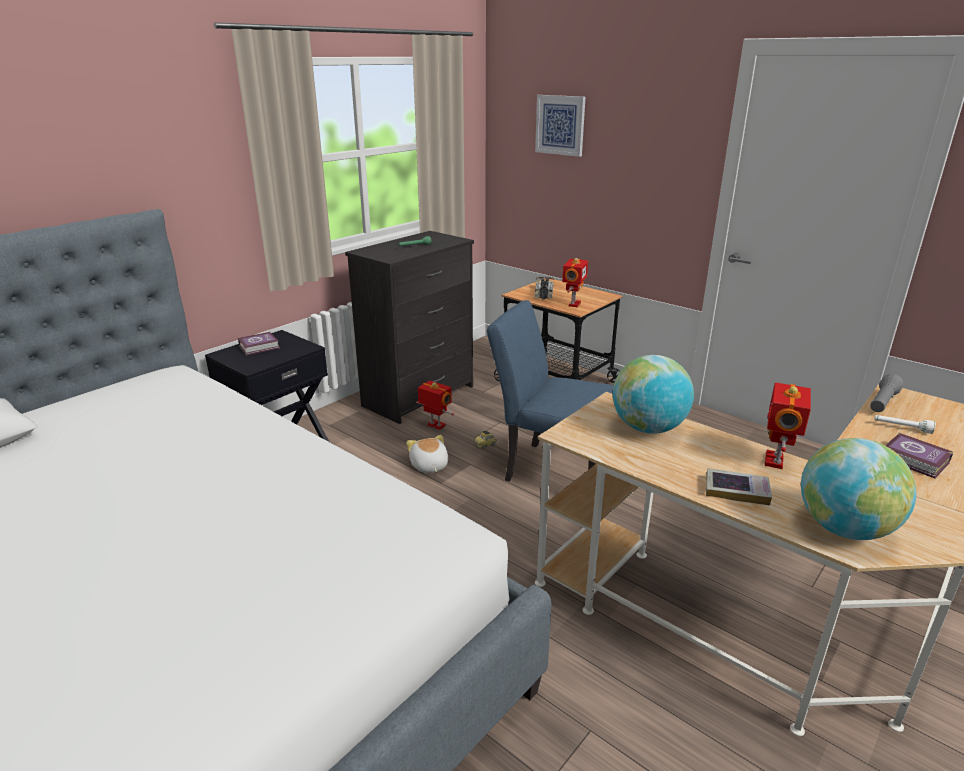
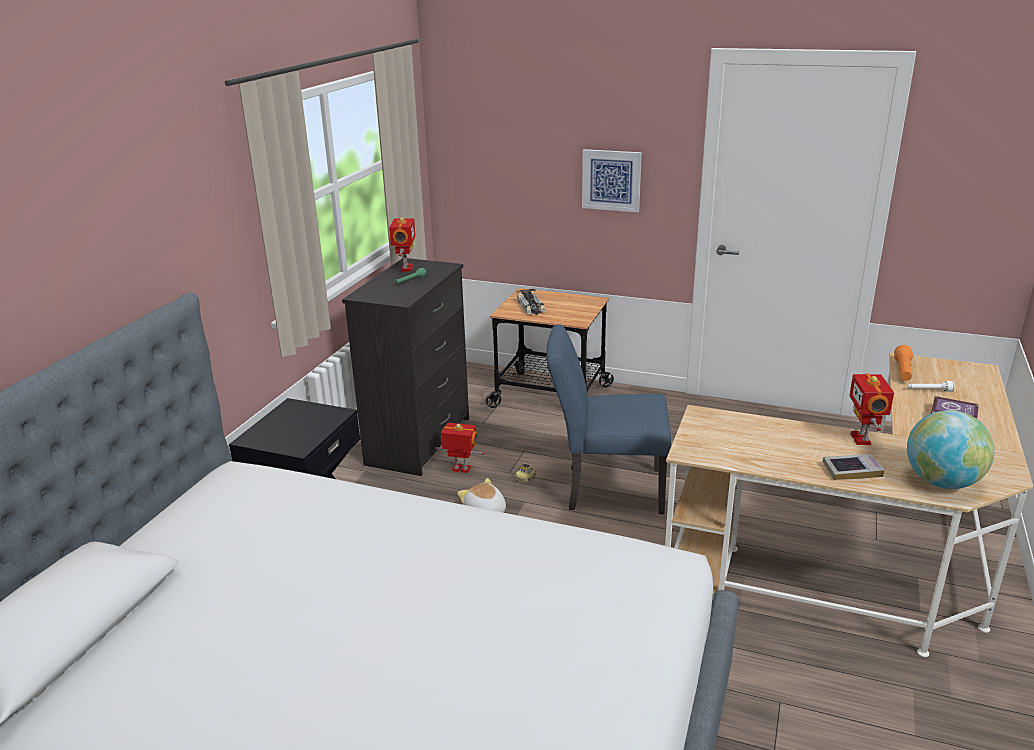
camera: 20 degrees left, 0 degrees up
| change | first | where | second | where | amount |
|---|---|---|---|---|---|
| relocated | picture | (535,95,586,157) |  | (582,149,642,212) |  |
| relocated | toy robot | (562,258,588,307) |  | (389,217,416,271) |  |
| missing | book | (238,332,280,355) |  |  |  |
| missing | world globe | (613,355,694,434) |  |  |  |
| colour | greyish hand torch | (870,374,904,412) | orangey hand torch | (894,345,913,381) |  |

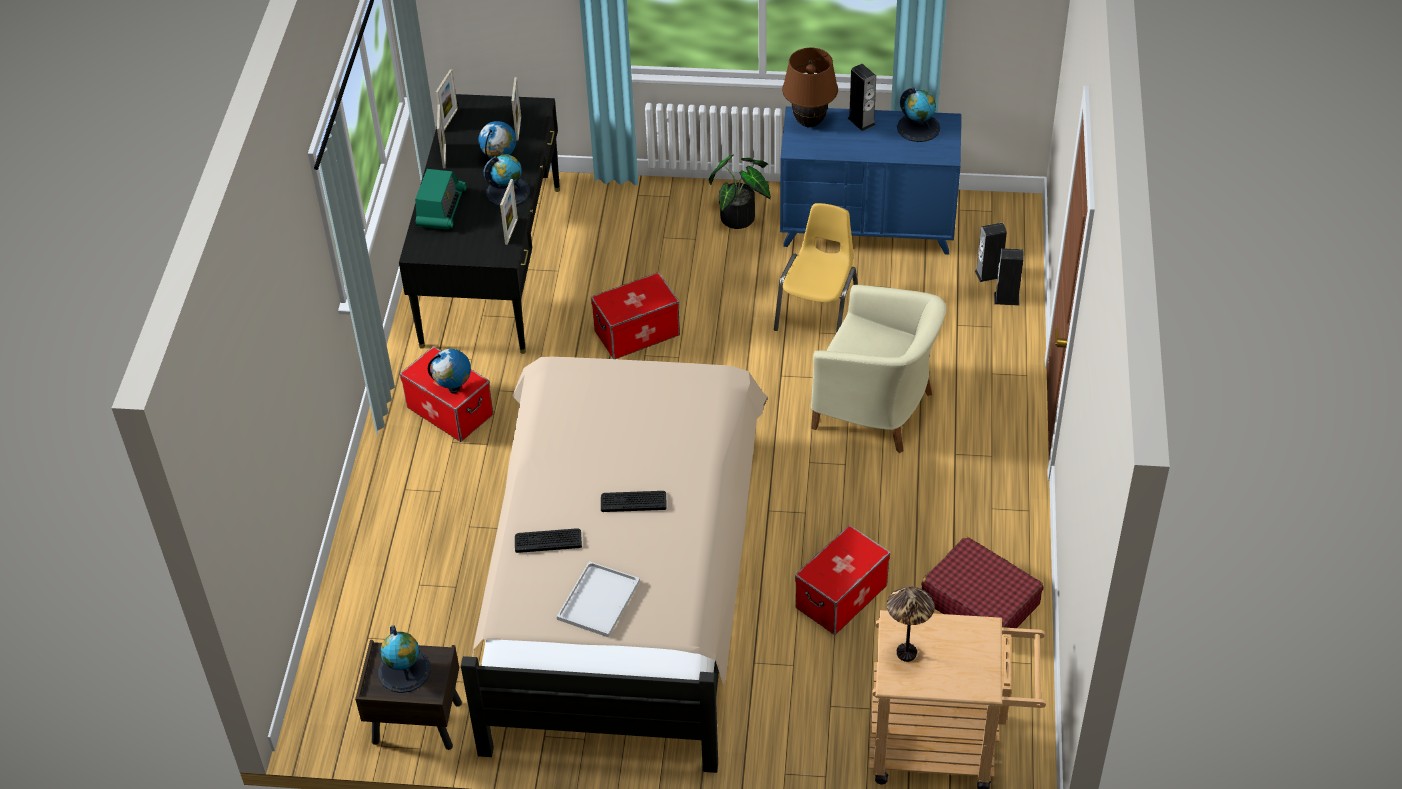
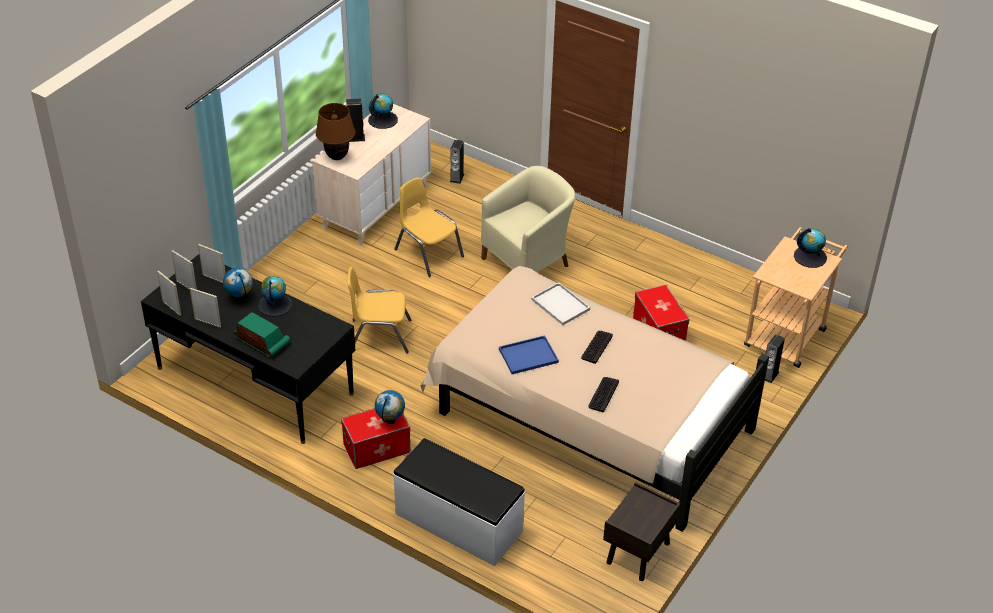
camera: 65 degrees left, 5 degrees down
| change | first | where | second | where | amount |
|---|---|---|---|---|---|
| colour | blue-coloured chest of drawers | (780,106,961,255) | beige chest of drawers | (312,104,431,246) |  |
| missing | houseplant | (709,155,771,229) |  |  |  |
| relocated | standing frame | (500,179,518,245) |  | (171,250,197,290) |  |
| relocated | speaker | (994,248,1024,306) |  | (765,334,785,383) |  |
| exchanged | storage box | (591,272,680,359) | yellowish upright chair | (347,267,411,354) |  |
| missing | red travel case | (921,536,1044,628) |  |  |  |
| relocated | white serving tray | (557,561,640,638) |  | (531,282,590,325) |  |
| missing | tabletop lamp | (887,587,935,662) |  |  |  |
| relocated | world globe | (378,625,431,693) |  | (794,228,827,268) |  |
| appeared |  |  | blue-coloured serving tray | (499,335,559,374) |  |
| appeared |  |  | white long seat | (393,438,525,566) |  |

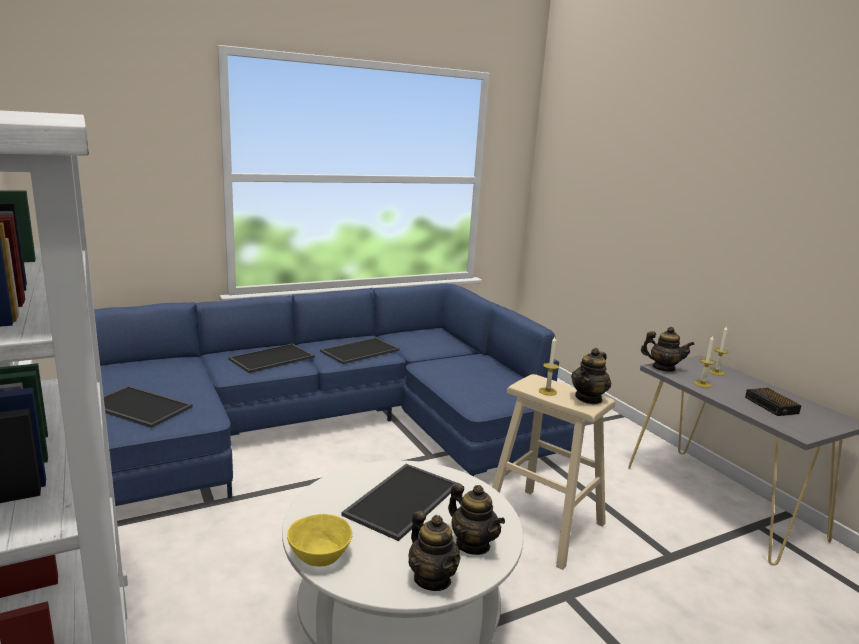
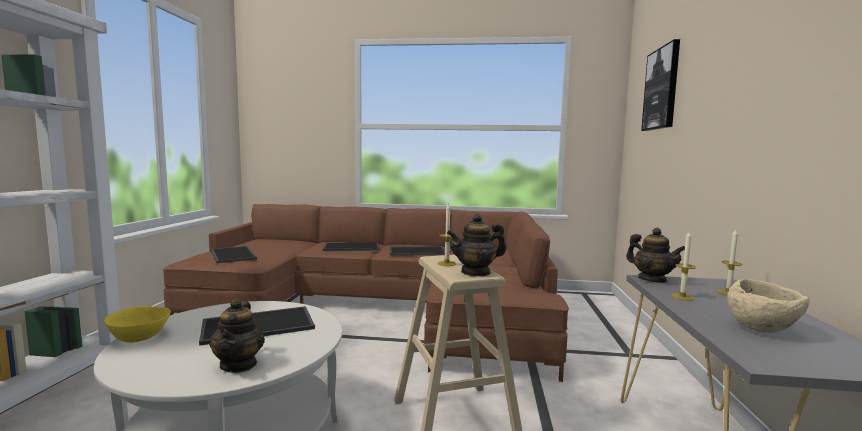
camera: 35 degrees right, 10 degrees down
| change | first | where | second | where | amount |
|---|---|---|---|---|---|
| colour | blue-coloured sofa | (94,284,575,506) | brown sofa | (163,204,569,382) |  |
| exchanged | bedside clock | (745,388,802,416) | beige serving bowl | (727,279,809,333) |  |
| missing | teapot | (408,511,461,591) |  |  |  |
| appeared |  |  | picture | (641,39,680,131) |  |

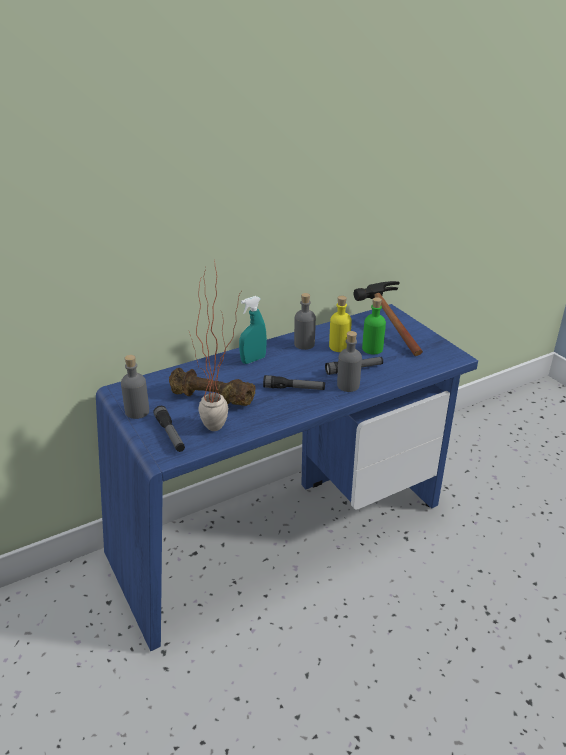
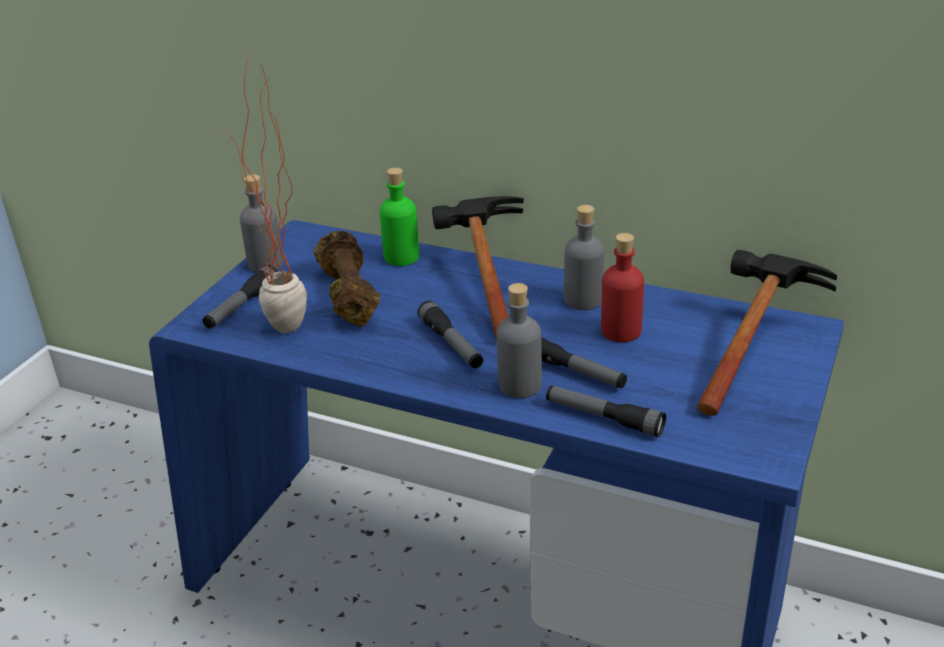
camera: 55 degrees right, 0 degrees up
| change | first | where | second | where | amount |
|---|---|---|---|---|---|
| exchanged | turquoise-coloured spray bottle | (239,296,267,364) | hand hammer | (432,196,524,341) |  |
| colour | yellowish drink bottle | (329,296,352,352) | red drink bottle | (601,233,644,342) |  |
| relocated | greenish drink bottle | (362,297,386,354) |  | (380,168,419,266) |  |
| appeared |  |  | hand torch | (546,386,666,437) |  |

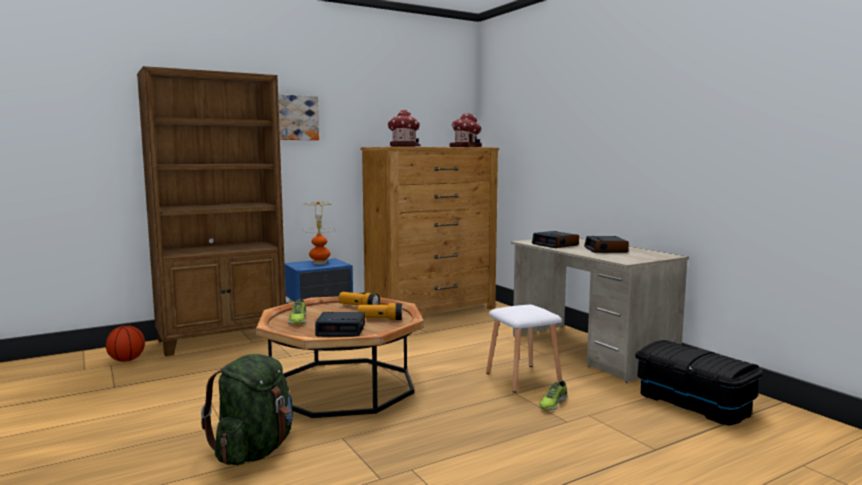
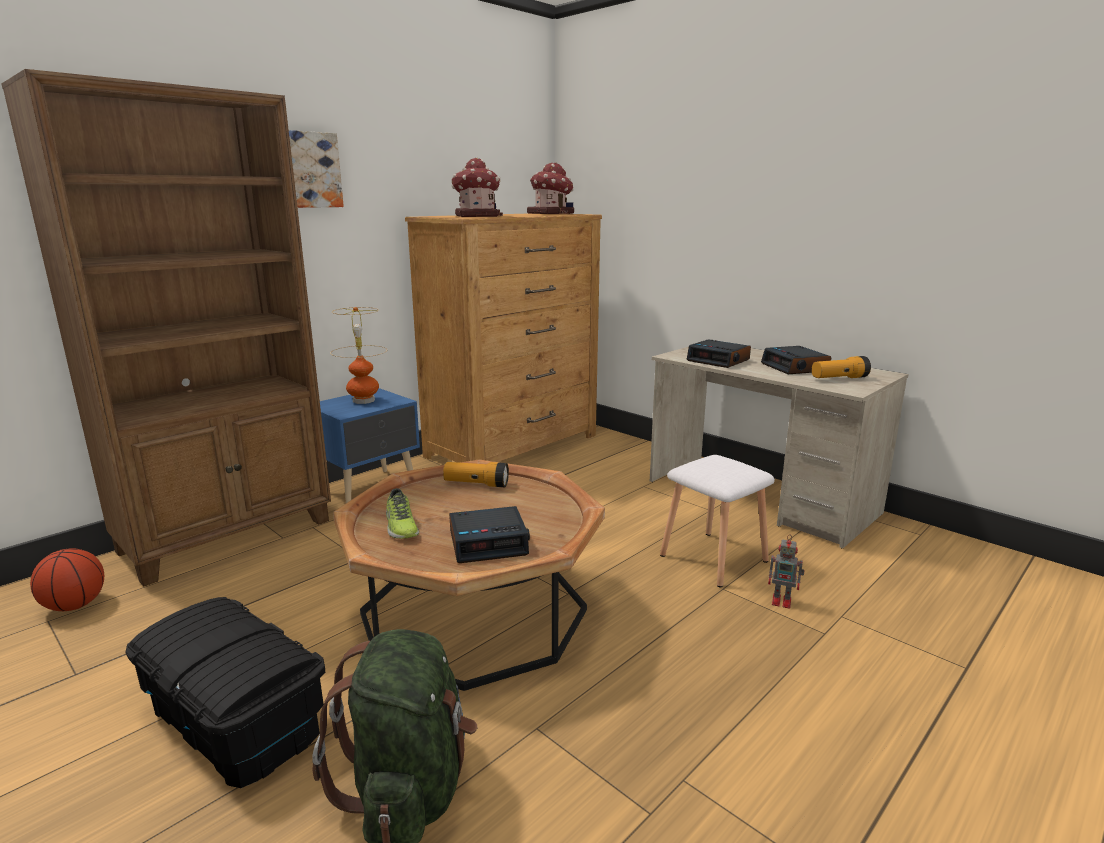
camera: 15 degrees left, 10 degrees up
| change | first | where | second | where | amount |
|---|---|---|---|---|---|
| relocated | hand torch | (358,303,402,320) |  | (812,356,871,378) |  |
| relocated | black storage box | (636,340,763,426) |  | (125,597,325,788) |  |
| exchanged | item of footwear | (539,381,568,410) | toy robot | (768,535,805,609) |  |

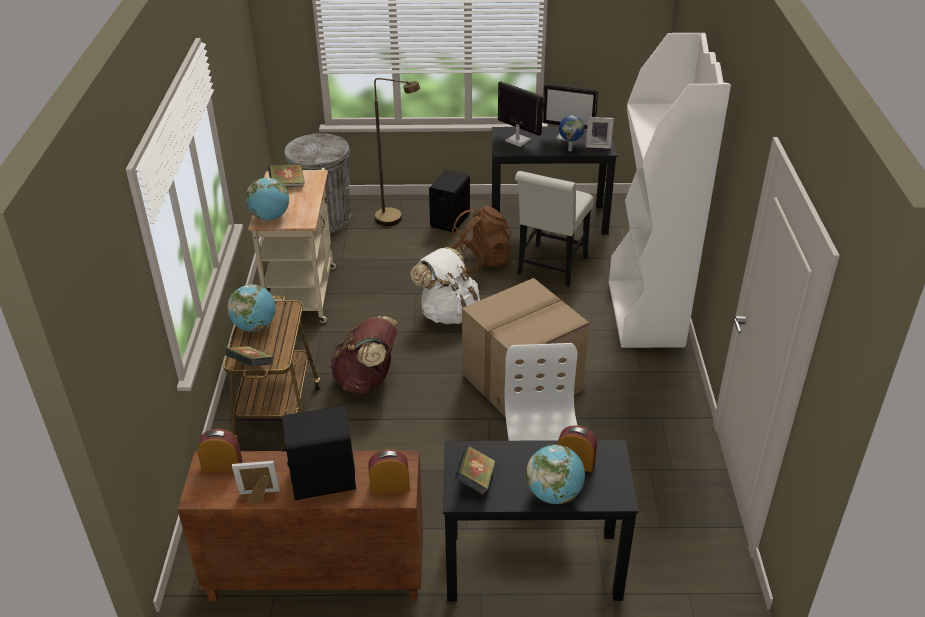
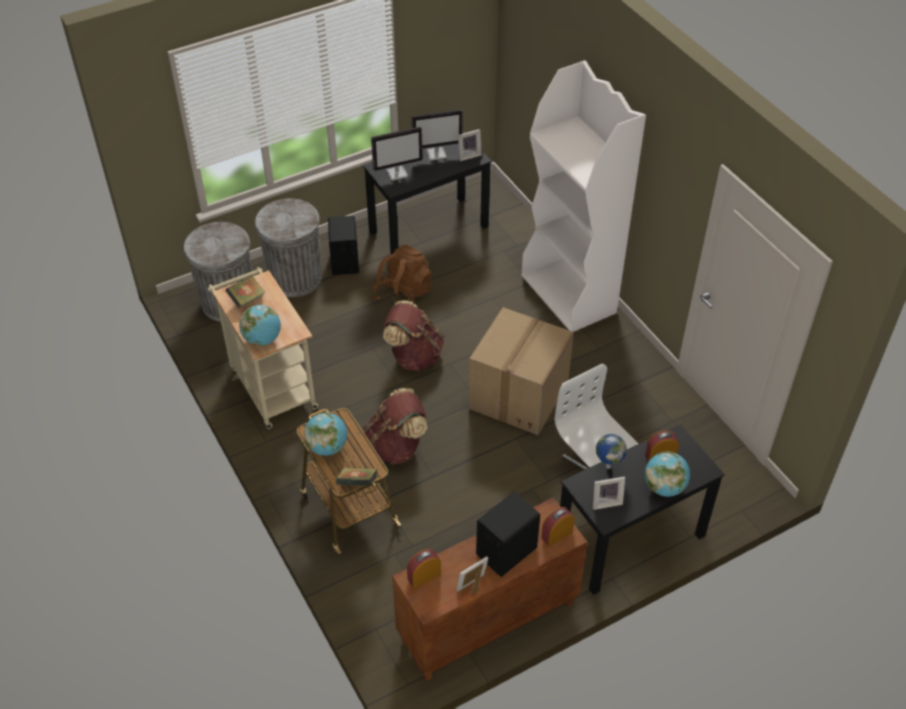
camera: 30 degrees left, 10 degrees up
| change | first | where | second | where | amount |
|---|---|---|---|---|---|
| exchanged | brown standard lamp | (374,78,420,226) | greyish waste bin | (255,198,322,297) |  |
| spun | monitor | (498,81,543,147) |  | (371,127,423,181) | 150 degrees clockwise |
| relocated | world globe | (559,115,585,151) |  | (596,434,627,469) |  |
| missing | white upright chair | (515,171,594,287) |  |  |  |
| colour | white knapsack | (410,247,480,324) | brown knapsack | (383,301,444,371) |  |
| exchanged | book | (455,445,495,495) | standing frame | (593,476,625,510) |  |

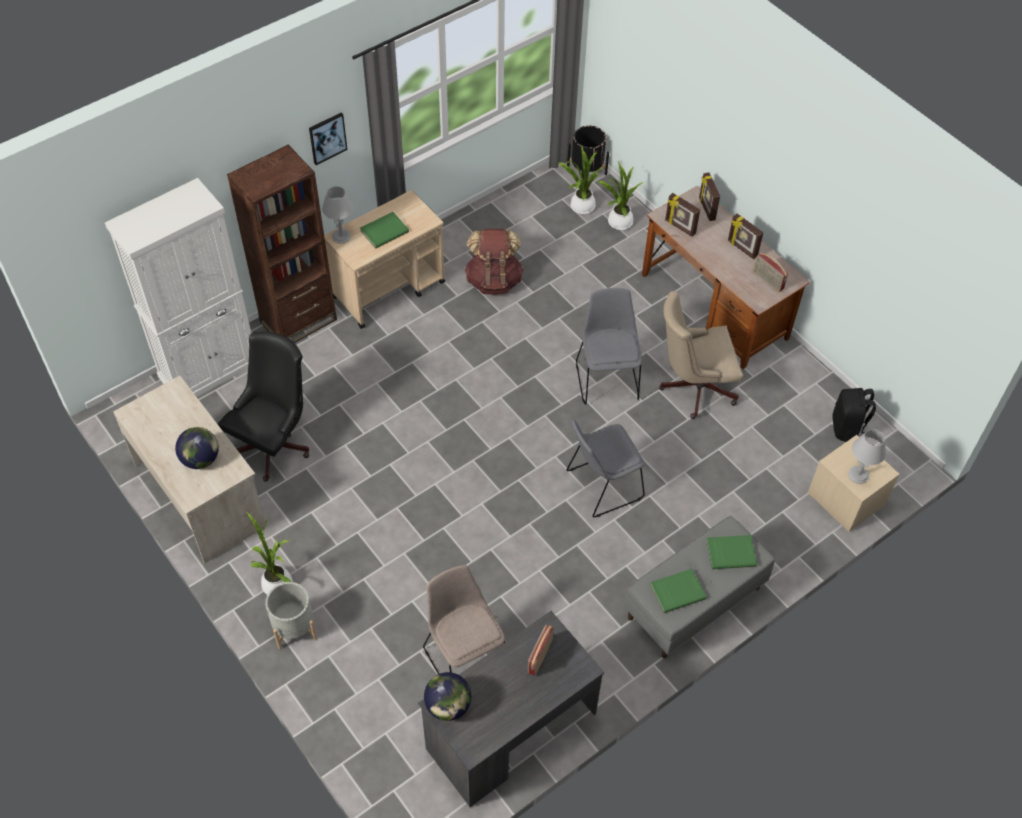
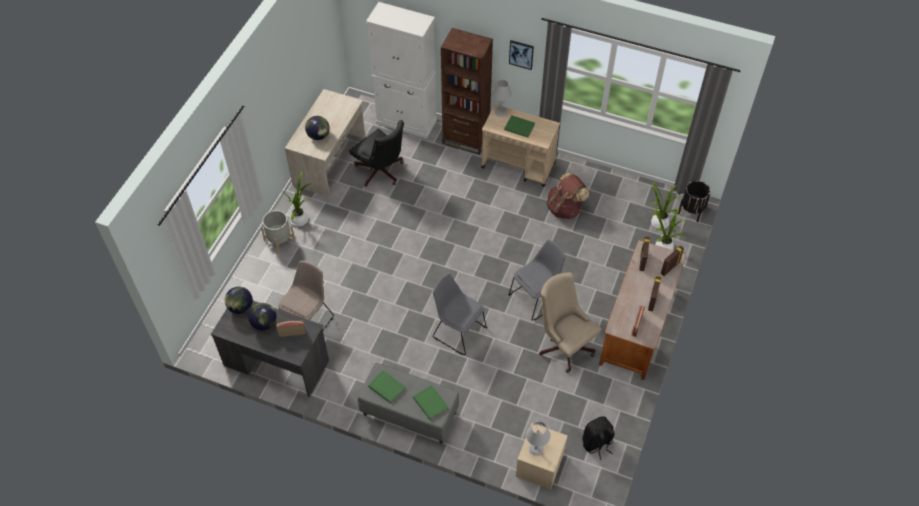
camera: 60 degrees right, 0 degrees up
| change | first | where | second | where | amount |
|---|---|---|---|---|---|
| spun | black desk chair | (218,332,309,482) |  | (349,120,404,187) | 45 degrees clockwise |
| appeared |  |  | world globe | (248,303,277,330) |  |

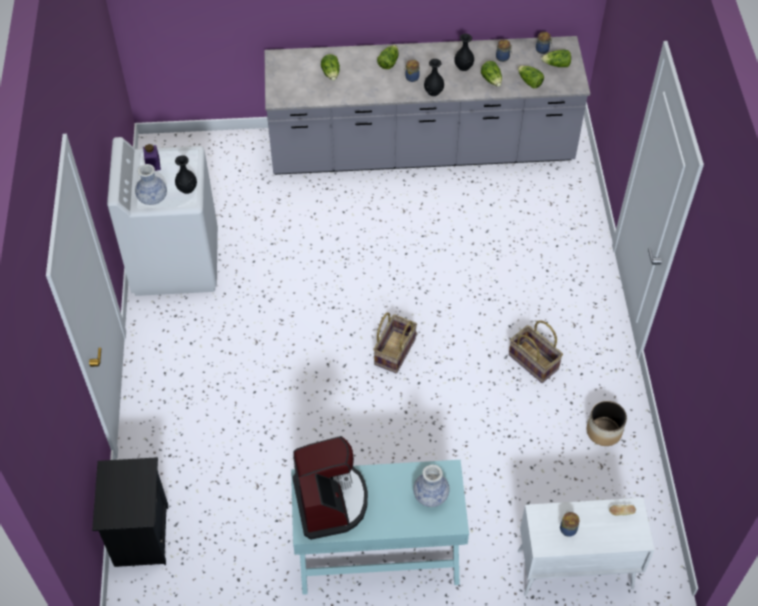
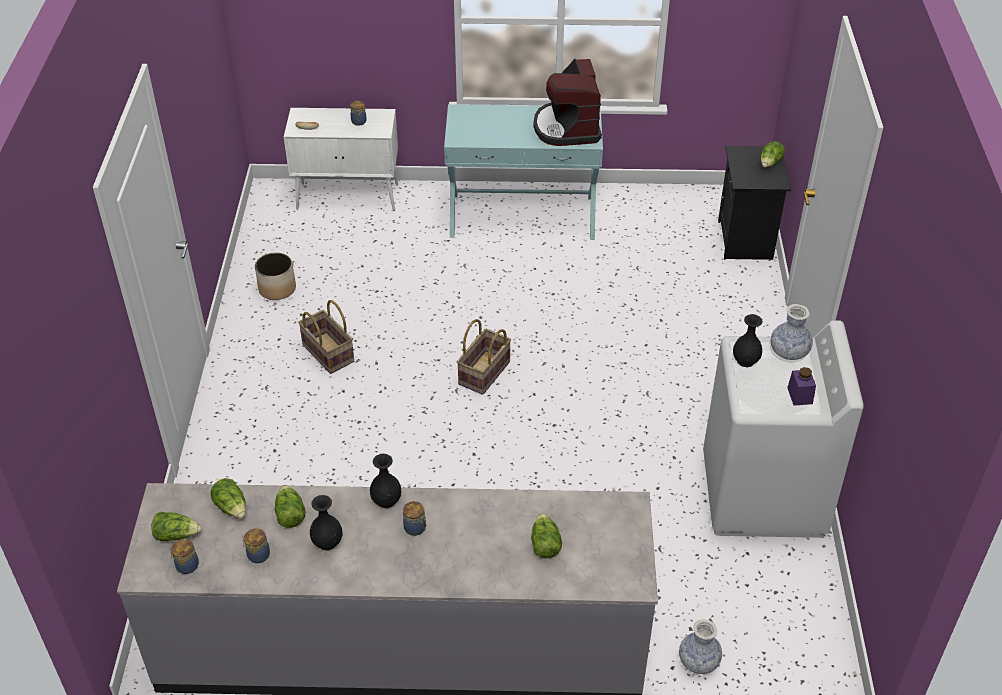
camera: 175 degrees left, 10 degrees down
| change | first | where | second | where | amount |
|---|---|---|---|---|---|
| relocated | lettuce head | (377,45,399,69) |  | (760,141,785,167) |  |
| relocated | flower vase | (413,464,450,507) |  | (679,619,722,674) |  |

